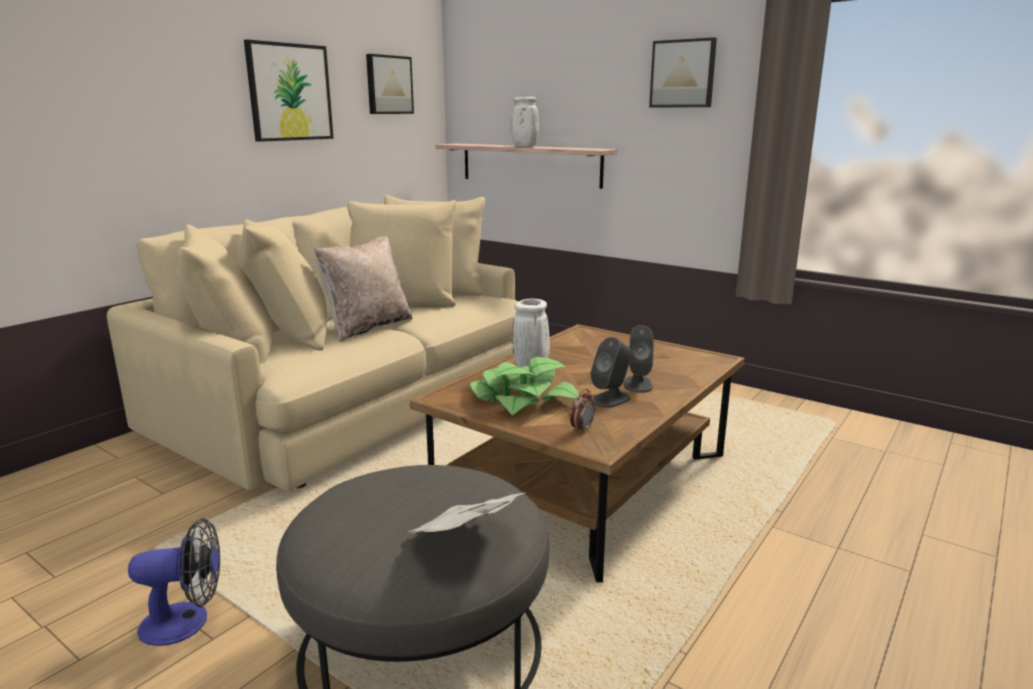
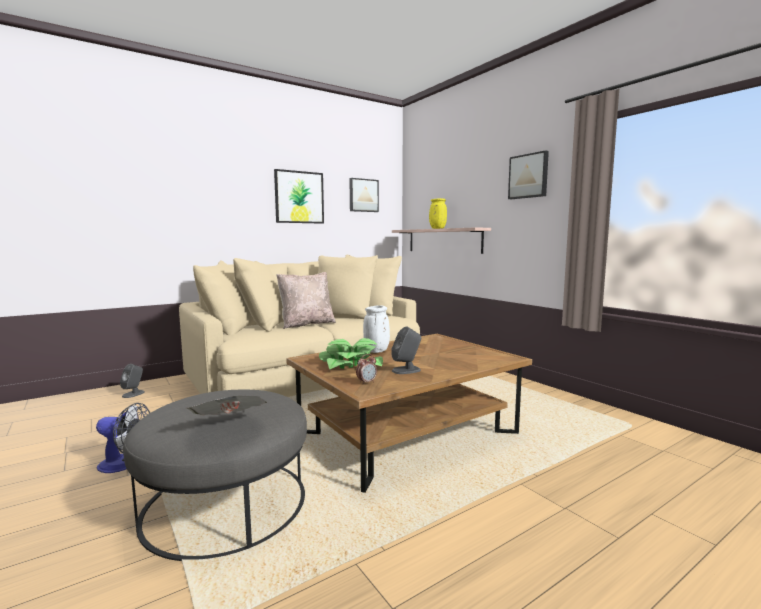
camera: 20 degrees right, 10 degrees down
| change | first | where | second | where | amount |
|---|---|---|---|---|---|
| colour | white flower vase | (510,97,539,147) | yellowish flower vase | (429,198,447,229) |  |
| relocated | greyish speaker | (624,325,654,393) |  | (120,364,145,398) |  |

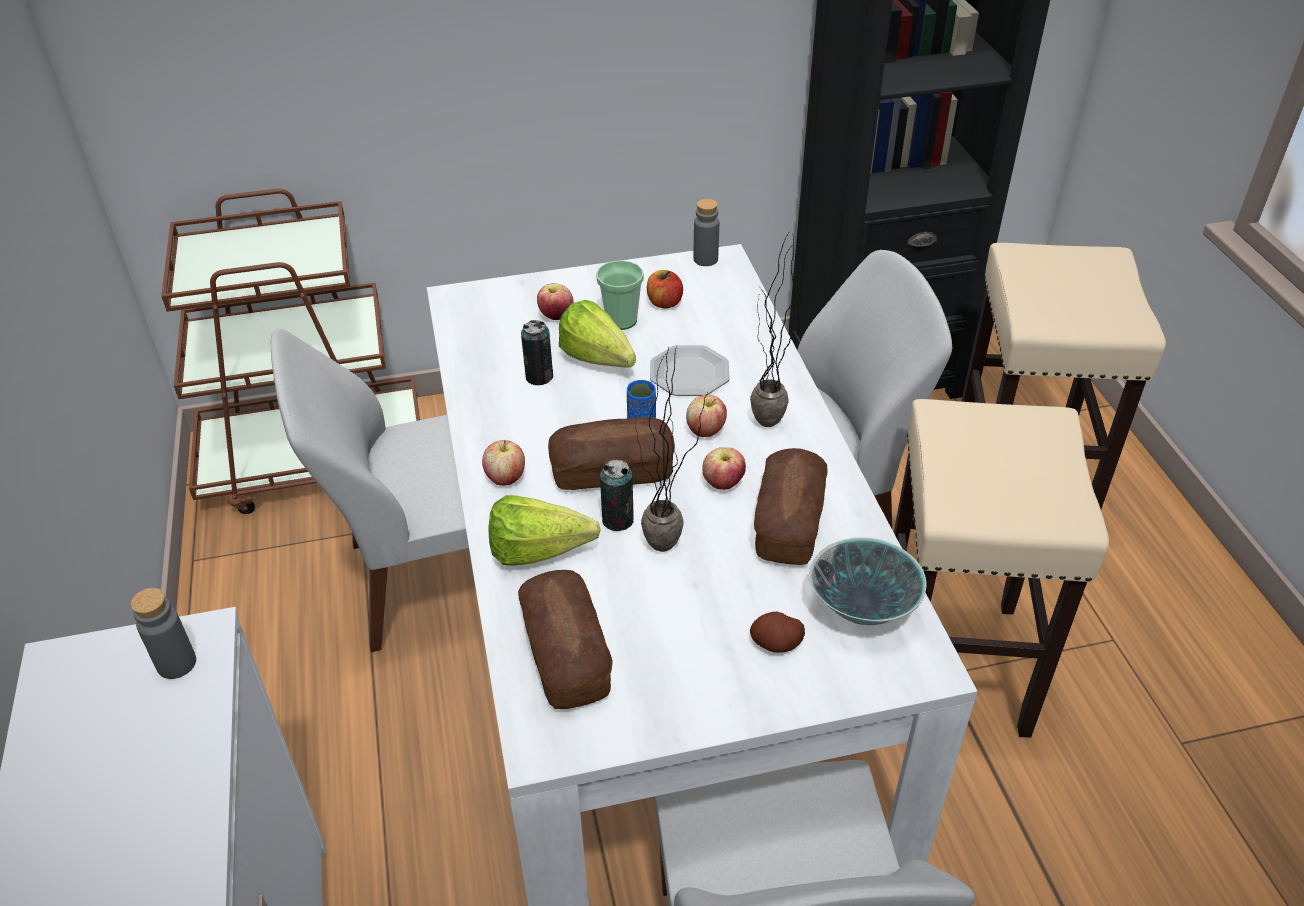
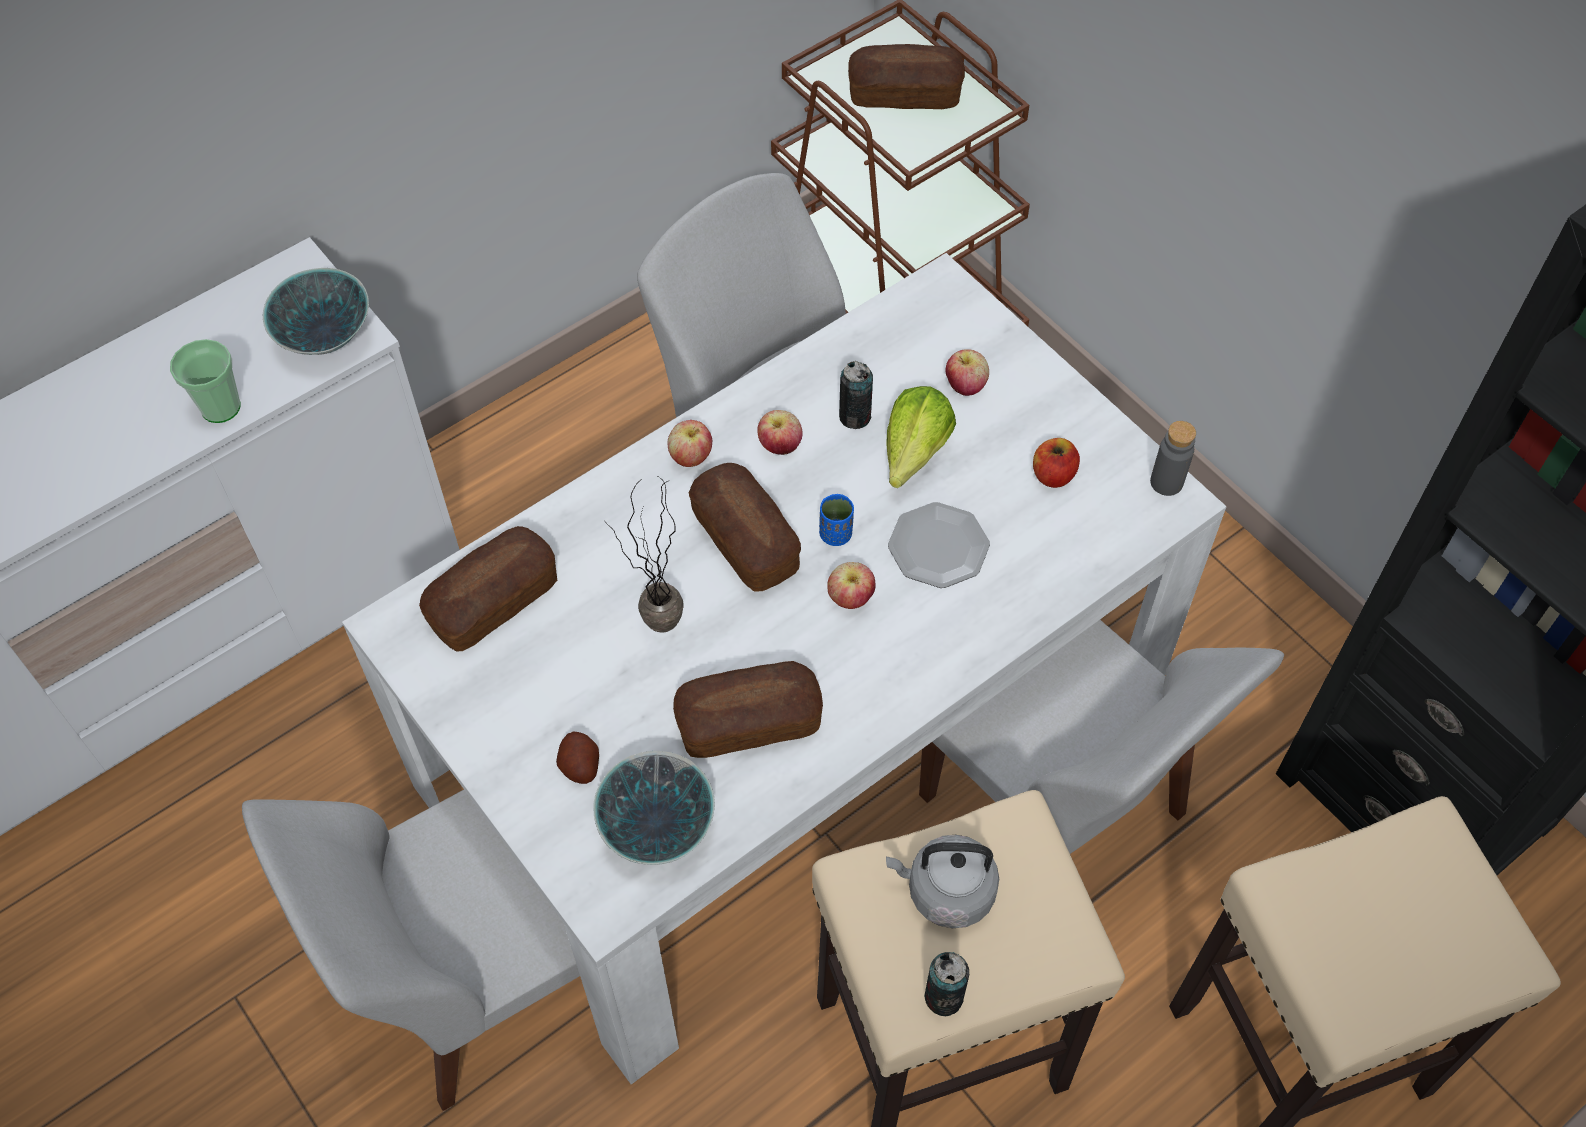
camera: 65 degrees right, 15 degrees up
| change | first | where | second | where | amount |
|---|---|---|---|---|---|
| missing | houseplant | (750,230,801,427) |  |  |  |
| relocated | drinking cup | (596,260,644,330) |  | (170,339,241,423) |  |
| relocated | apple | (702,447,746,490) |  | (757,410,803,455) |  |
| relocated | can | (600,459,634,531) |  | (924,952,969,1016) |  |
| missing | lettuce head | (489,495,600,566) |  |  |  |
| exchanged | greyish drink bottle | (131,588,196,679) | serving bowl | (263,268,369,355) |  |
| appeared |  |  | bakery bread | (848,44,965,109) |  |
| appeared |  |  | greyish tea kettle | (886,835,999,928) |  |

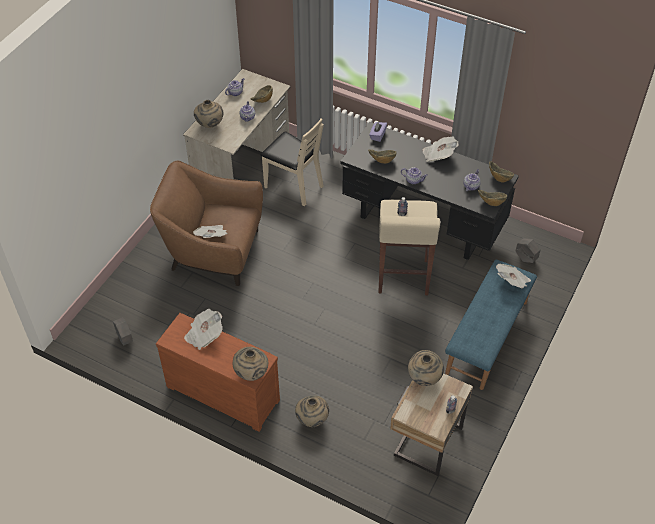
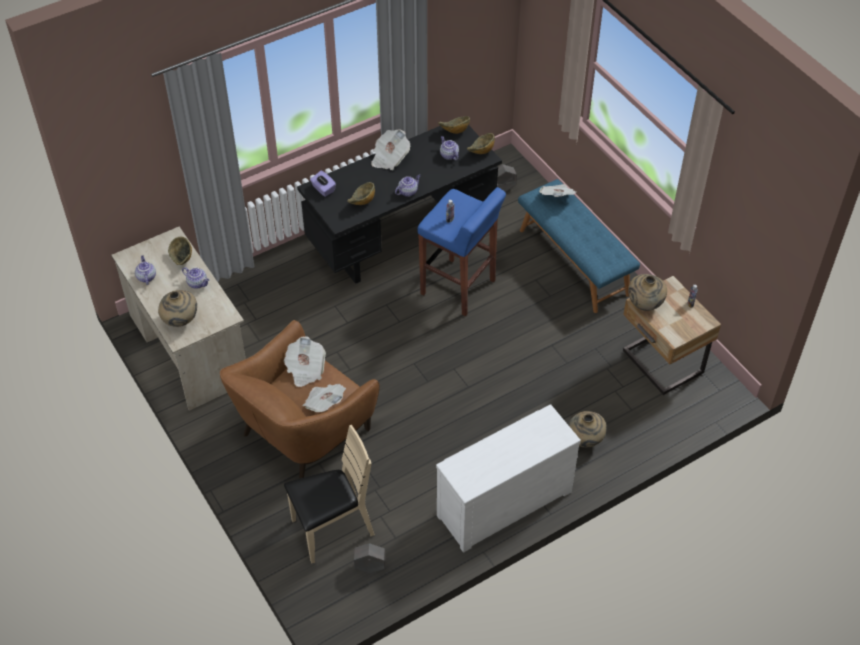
camera: 60 degrees left, 0 degrees up
| change | first | where | second | where | amount |
|---|---|---|---|---|---|
| relocated | beige upright chair | (261,118,324,206) |  | (284,425,375,564) |  |
| colour | beige stool seat | (378,200,440,295) | blue-coloured stool seat | (417,187,506,316) |  |
| relocated | printed paper | (184,309,223,350) |  | (284,336,326,387) |  |
| colour | brown chest of drawers | (156,313,280,432) | white chest of drawers | (436,404,581,552) |  |
| missing | beige flower vase | (233,347,268,381) |  |  |  |

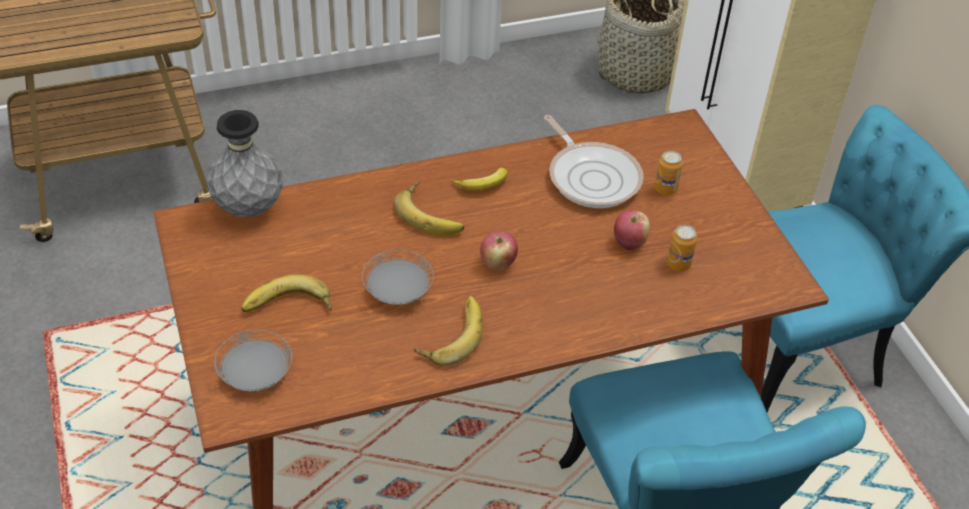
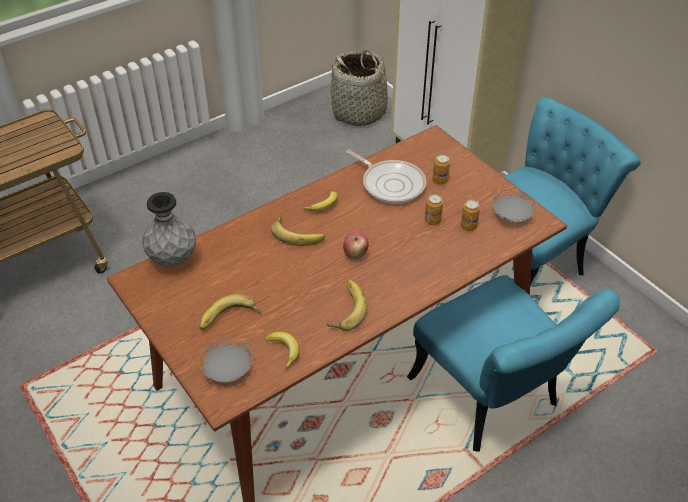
camera: 15 degrees left, 0 degrees up
| change | first | where | second | where | amount |
|---|---|---|---|---|---|
| exchanged | apple | (614,210,650,251) | can | (425,194,443,225) |  |
| relocated | greyish plate | (362,250,434,305) |  | (492,189,537,222) |  |
| appeared |  |  | whole banana | (265,331,299,370) |  |

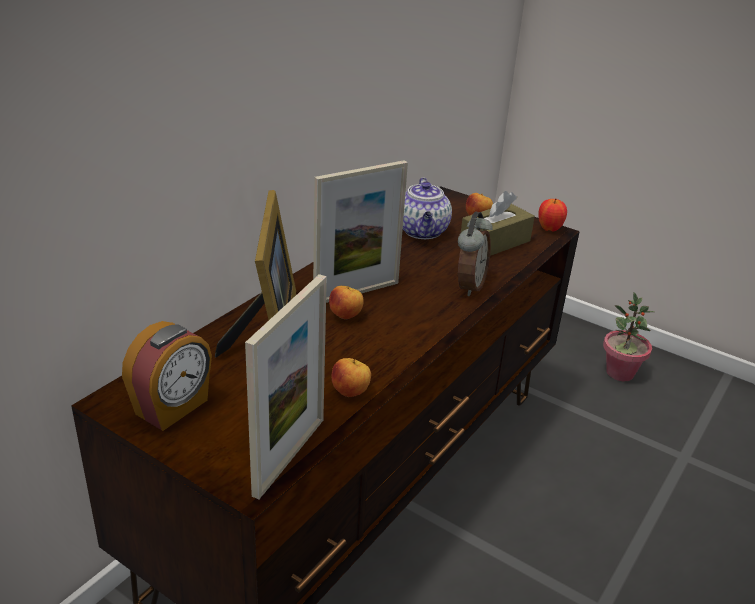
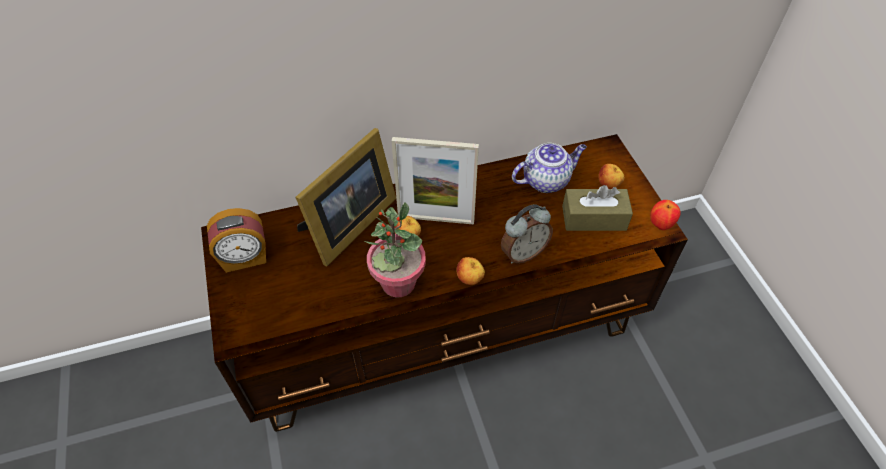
camera: 40 degrees right, 20 degrees up
| change | first | where | second | where | amount |
|---|---|---|---|---|---|
| spun | teapot | (403,177,452,239) |  | (512,143,587,193) | 150 degrees counterclockwise |
| missing | standing frame | (245,274,327,499) |  |  |  |
| relocated | houseplant | (603,292,654,381) |  | (364,202,426,298) |  |
| relocated | apple | (332,358,371,397) |  | (456,257,485,285) |  |

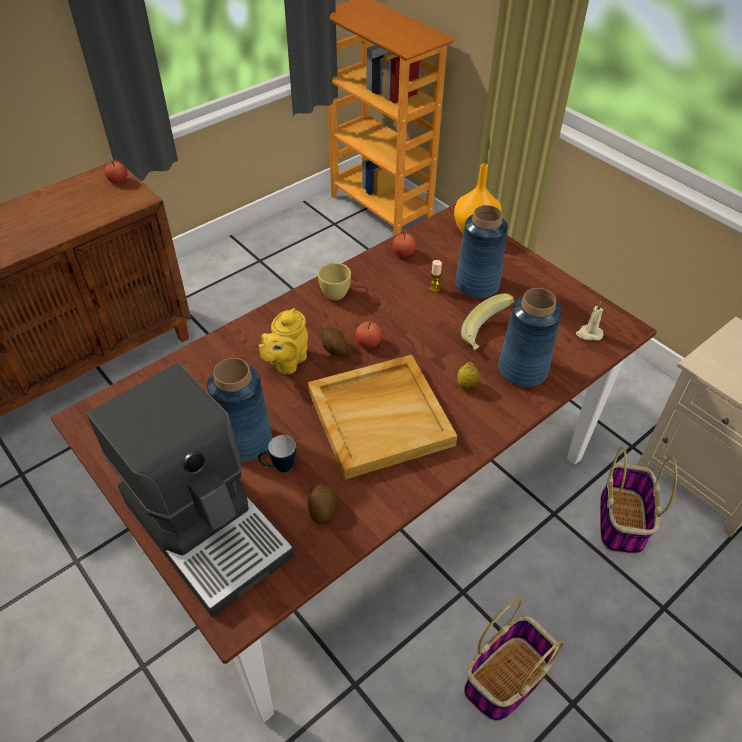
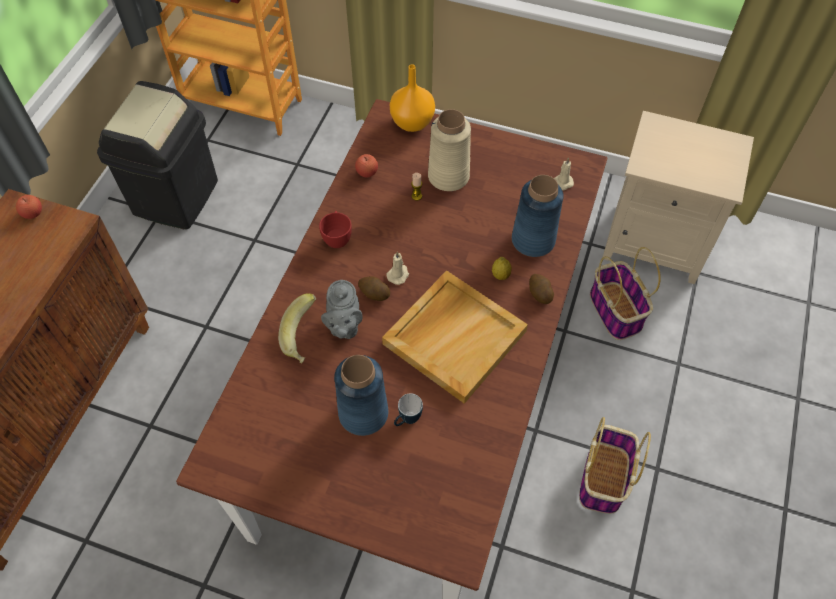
camera: 30 degrees left, 10 degrees up
| change | first | where | second | where | amount |
|---|---|---|---|---|---|
| colour | blue-coloured flower vase | (455,205,508,298) | beige flower vase | (428,109,471,191) |  |
| colour | yellowish drinking cup | (318,263,351,300) | red drinking cup | (319,211,352,248) |  |
| relocated | whole banana | (461,293,514,350) |  | (278,293,316,363) |  |
| colour | yellowish teapot | (259,308,308,375) | greyish teapot | (321,280,363,339) |  |
| exchanged | apple | (356,321,382,348) | beige wax light | (386,252,409,285) |  |
| missing | coffee brewer | (87,363,295,618) |  |  |  |
| relocated | spud | (307,482,337,524) |  | (529,274,554,304) |  |
| appeared |  |  | black waste bin | (97,81,218,230) |  |

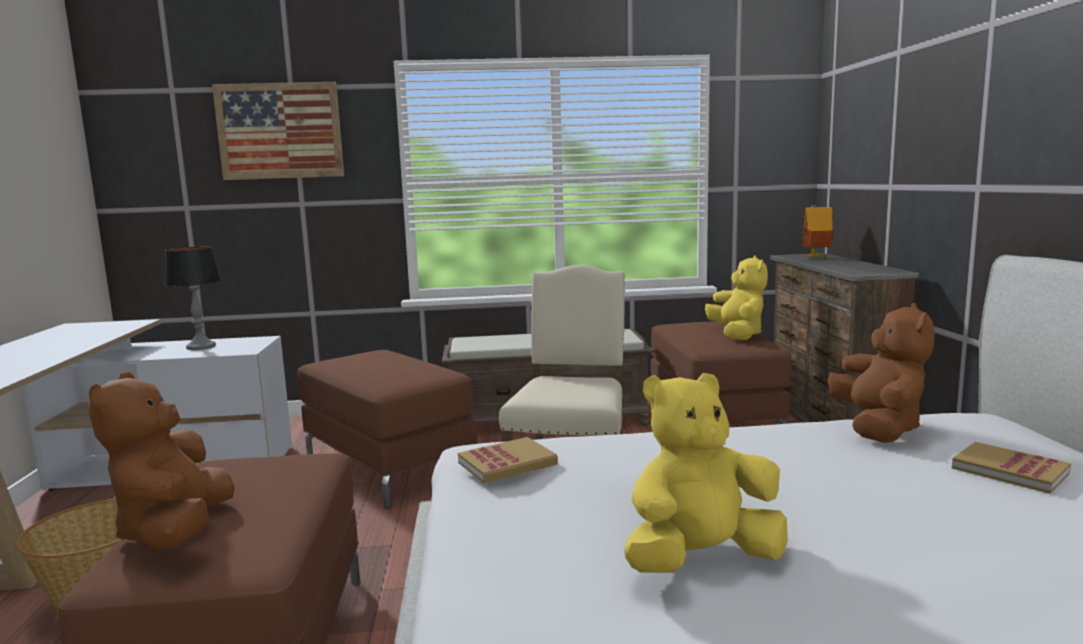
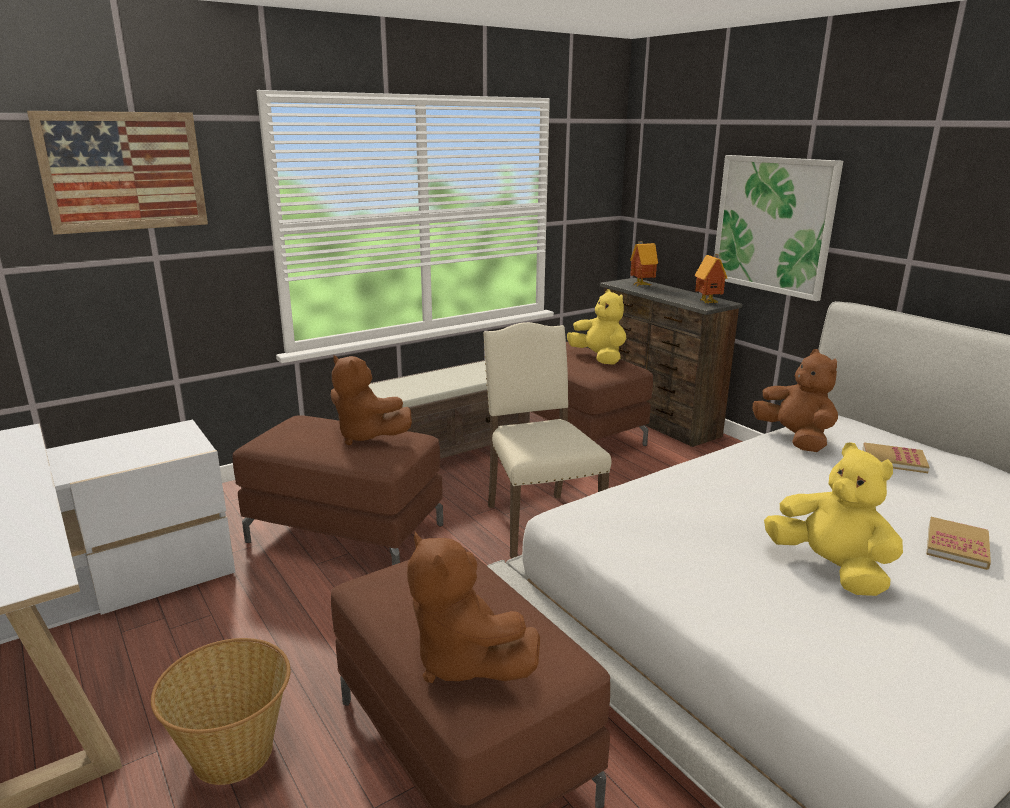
camera: 30 degrees left, 10 degrees up
| change | first | where | second | where | amount |
|---|---|---|---|---|---|
| missing | tabletop lamp | (164,247,221,350) |  |  |  |
| spun | yellowish plush toy | (624,373,788,573) |  | (764,442,903,596) | 105 degrees clockwise |
| relocated | book | (458,437,558,484) |  | (926,517,991,570) |  |
| appeared |  |  | picture | (714,155,843,301) |  |
| appeared |  |  | model house | (695,254,728,303) |  |
| appeared |  |  | brown plush toy | (331,355,412,445) |  |

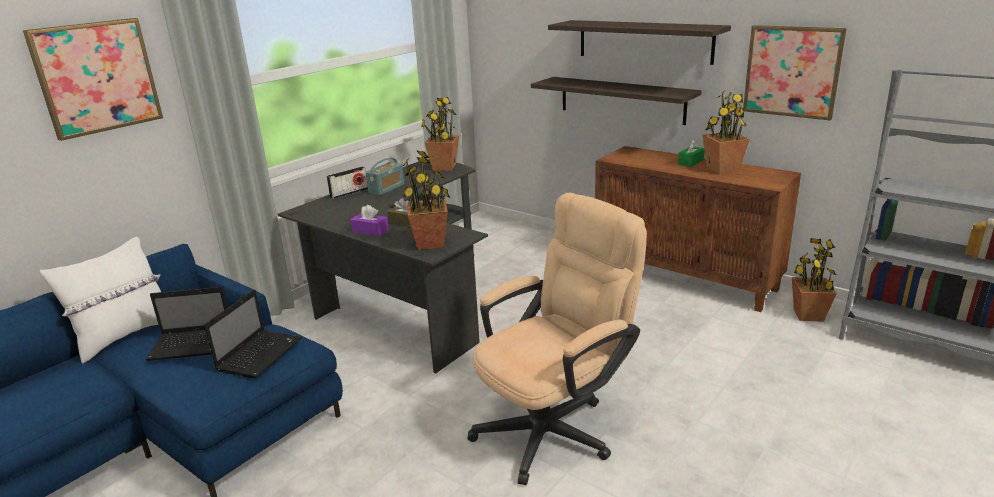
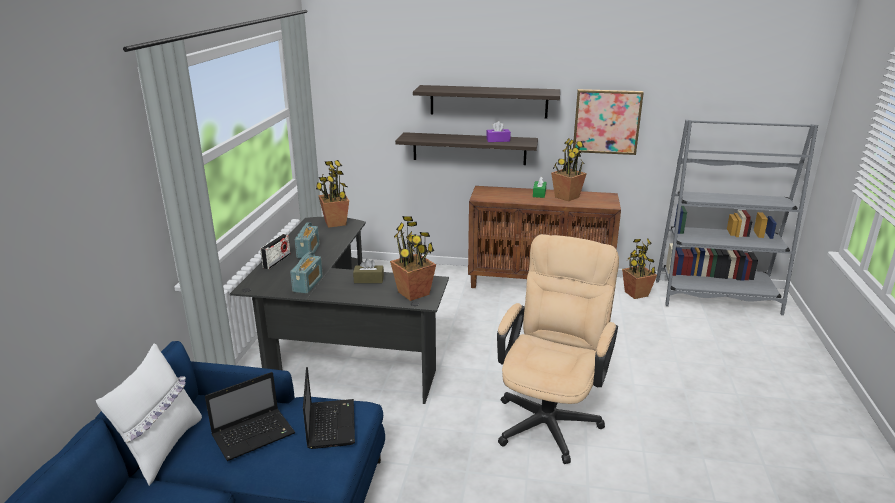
camera: 30 degrees left, 0 degrees up
| change | first | where | second | where | amount |
|---|---|---|---|---|---|
| missing | picture | (23,18,163,141) |  |  |  |
| relocated | purplish box of tissues | (350,205,389,236) |  | (486,121,511,142) |  |
| appeared |  |  | radio set | (290,252,323,294) |  |

